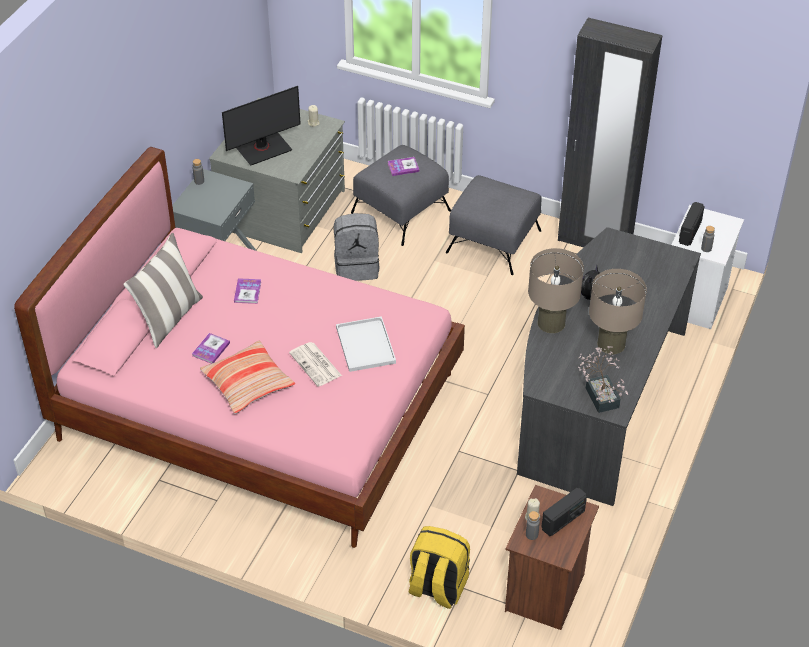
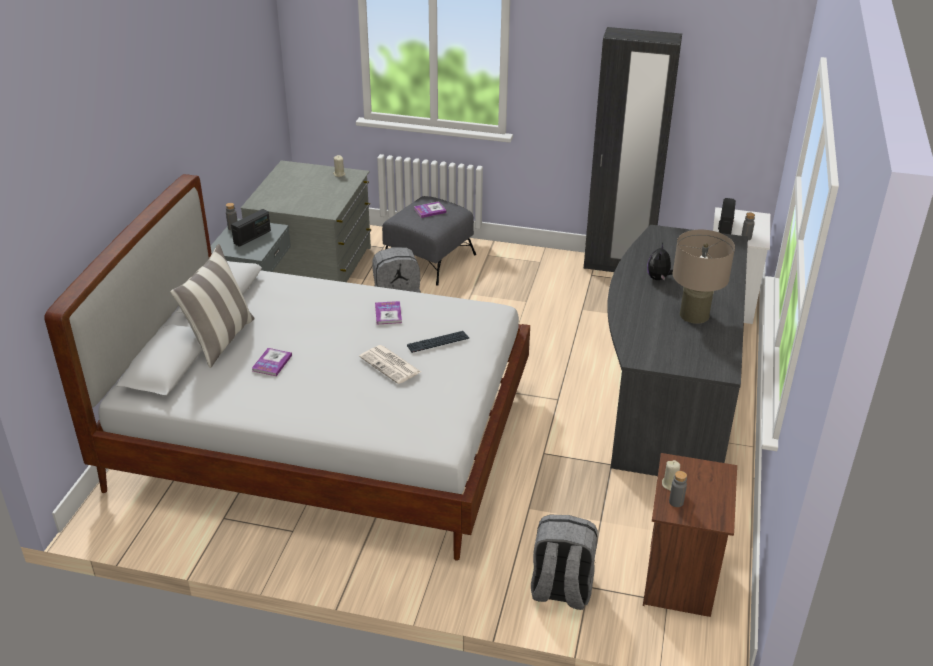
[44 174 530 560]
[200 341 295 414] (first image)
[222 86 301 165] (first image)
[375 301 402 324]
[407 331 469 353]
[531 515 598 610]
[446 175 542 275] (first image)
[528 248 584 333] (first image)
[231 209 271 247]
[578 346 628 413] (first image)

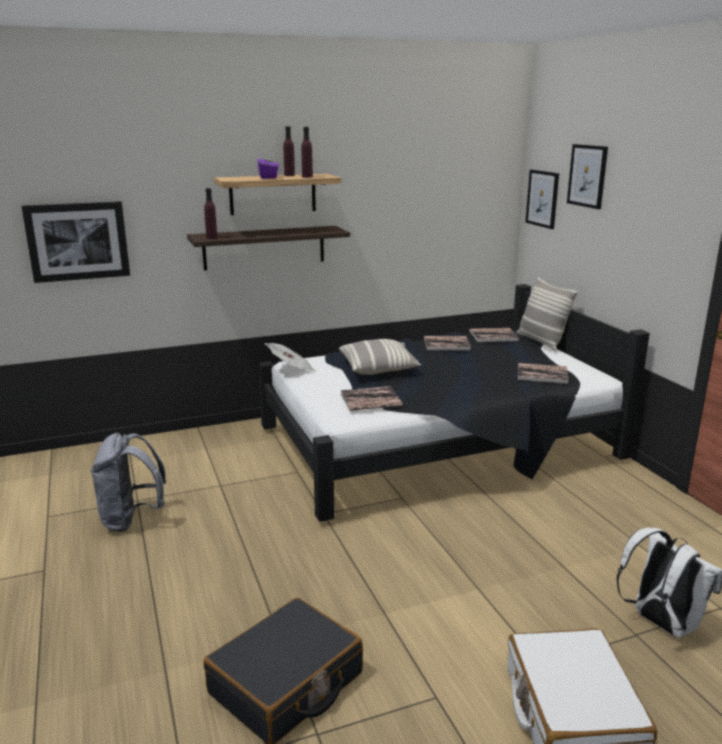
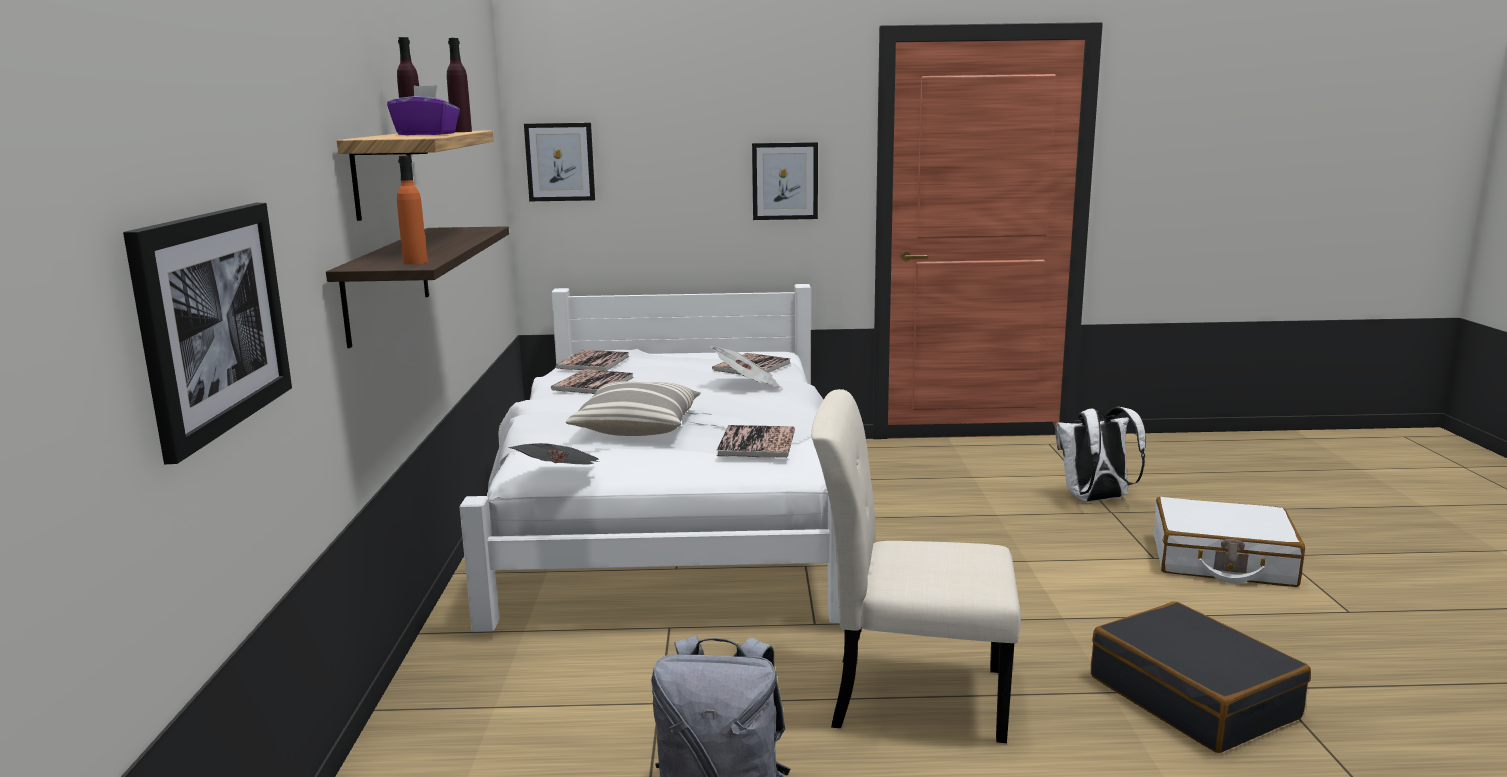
[397 156 428 264]
[459 284 840 632]
[516 277 578 351] (first image)
[752 142 818 220]
[710 346 782 388]
[811 389 1021 743]

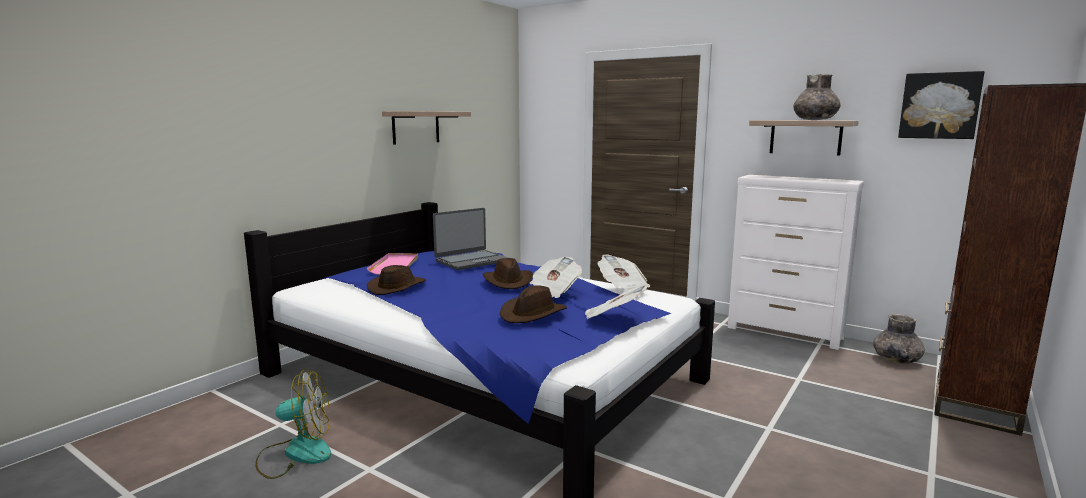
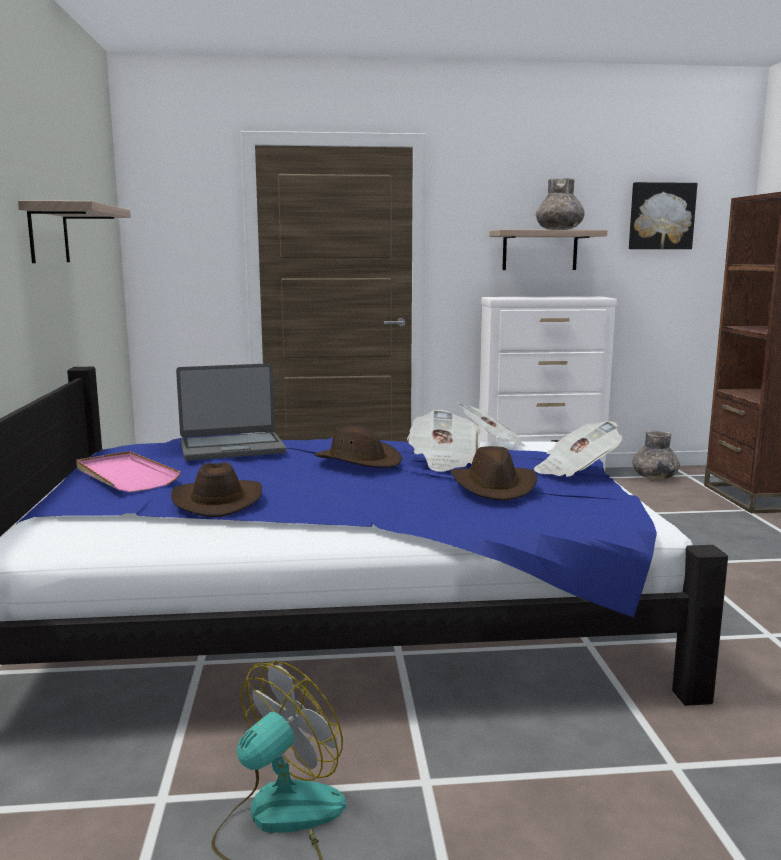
[176 363 286 461]

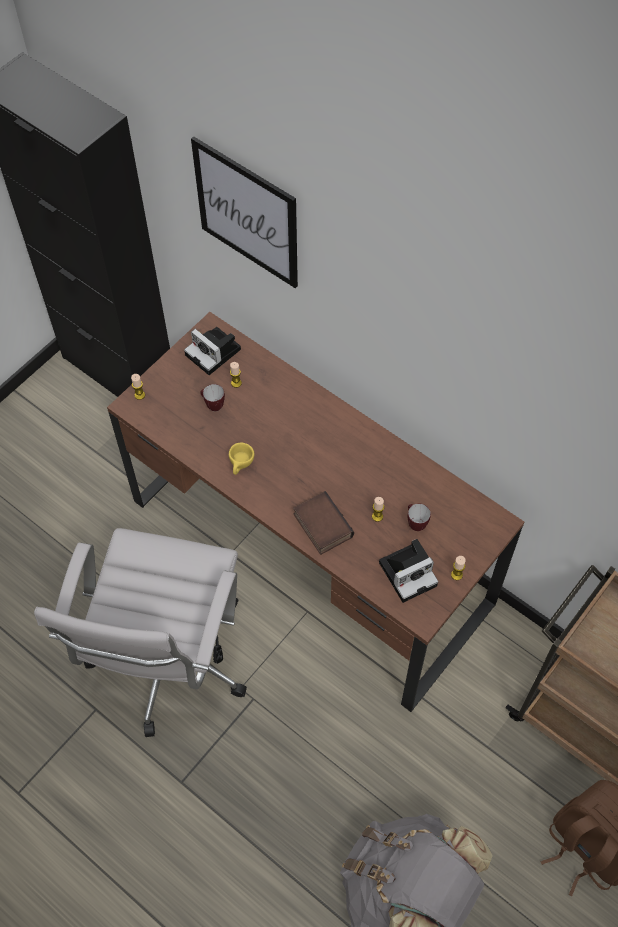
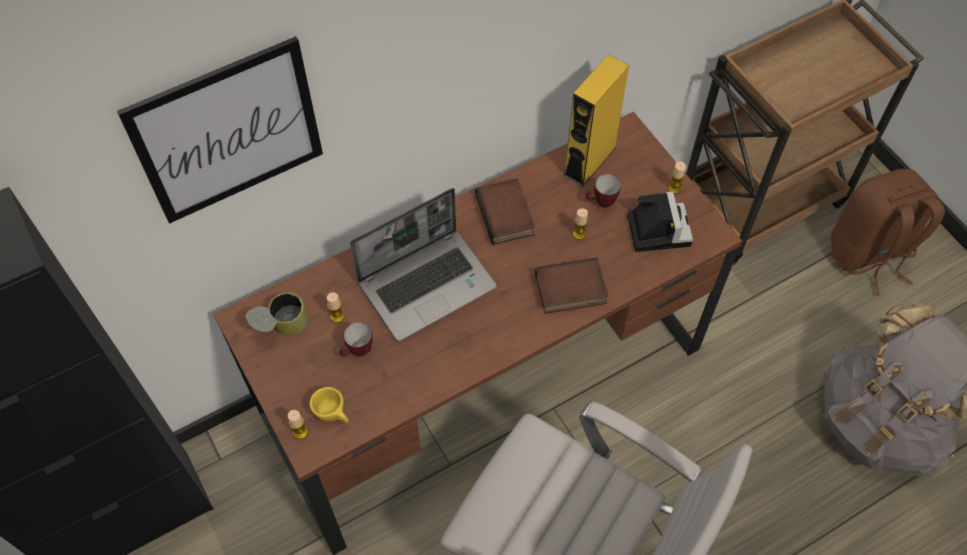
[246 292 308 336]
[309 387 349 423]
[350 188 496 341]
[475 178 535 245]
[563 55 629 187]

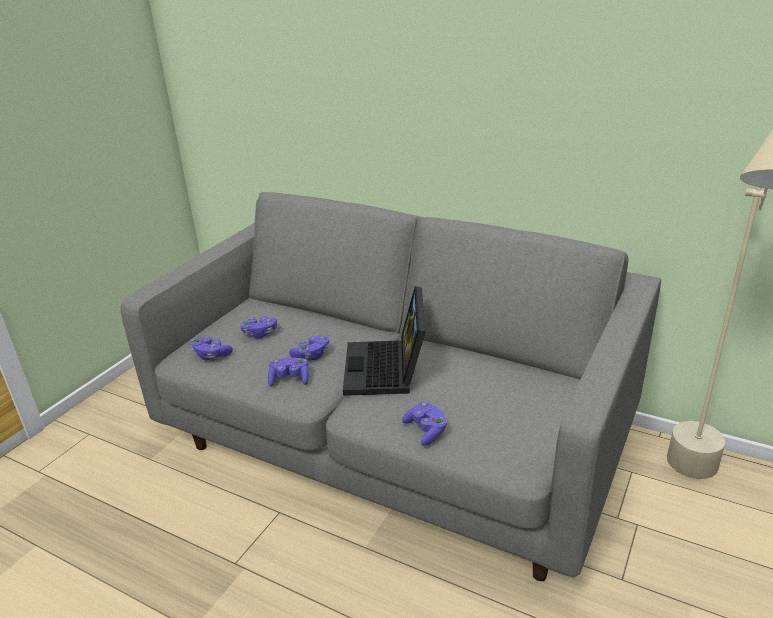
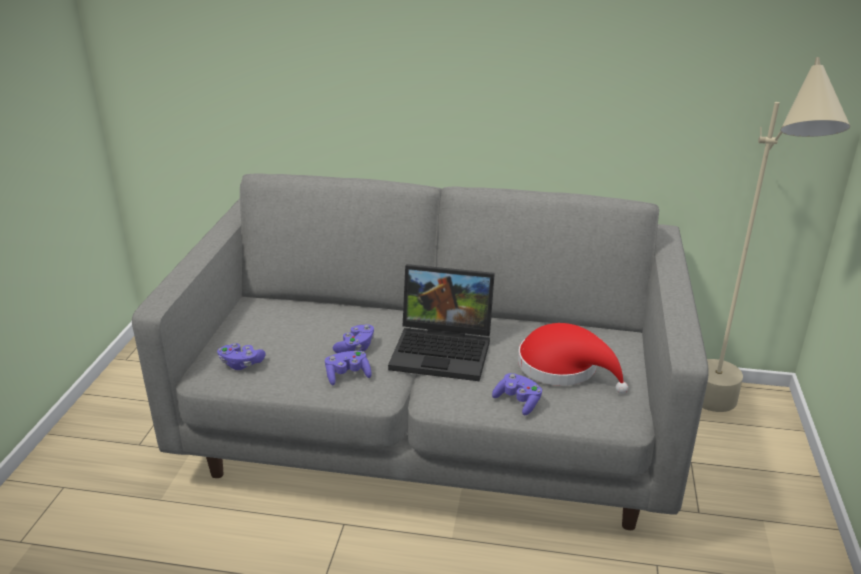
[240 316 277 339] (first image)
[388 264 495 381]
[518 323 628 394]

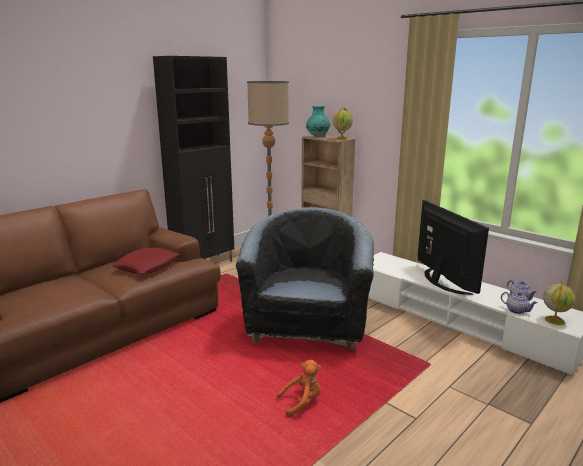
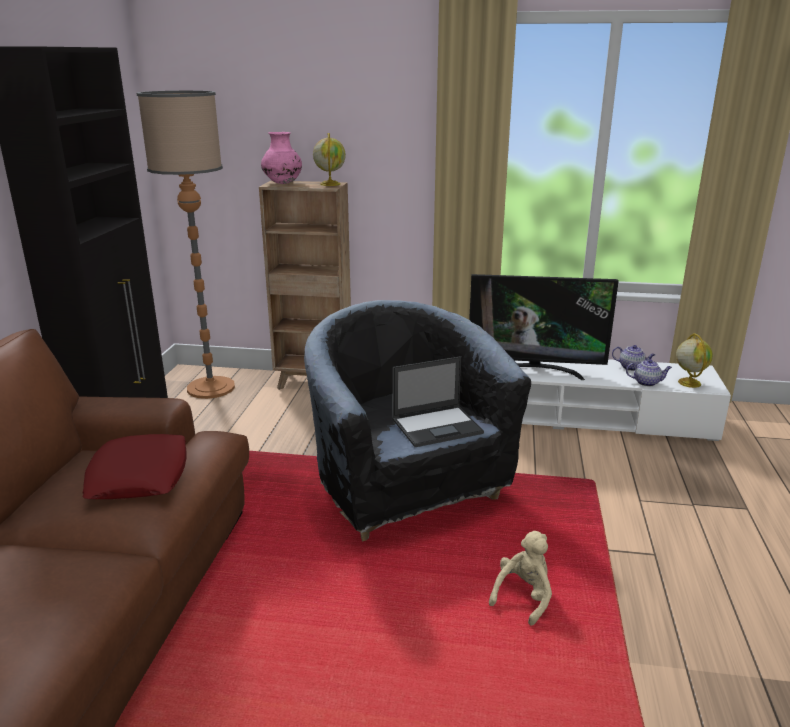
[489 531 552 626]
[261 132 302 184]
[469 274 619 380]
[392 356 484 447]

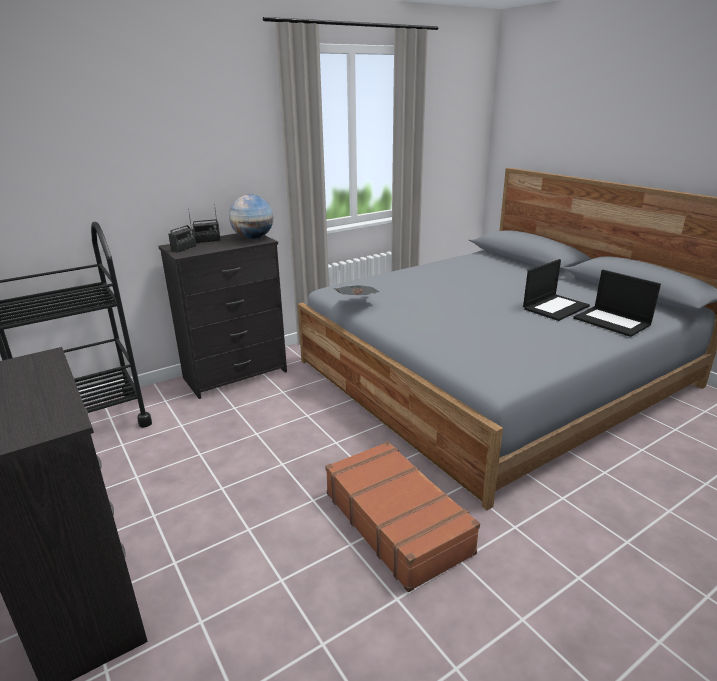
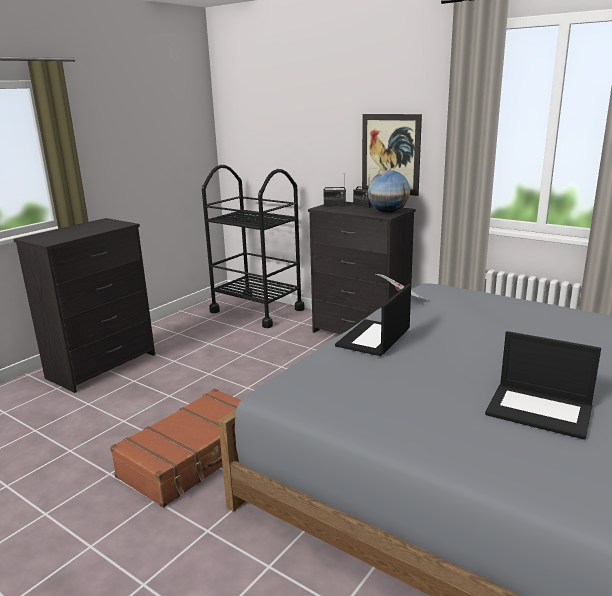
[335 284 411 356]
[362 114 422 196]

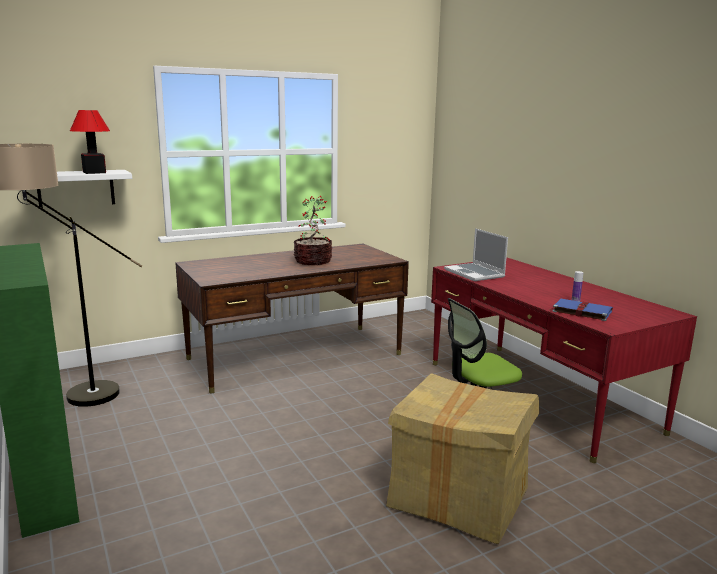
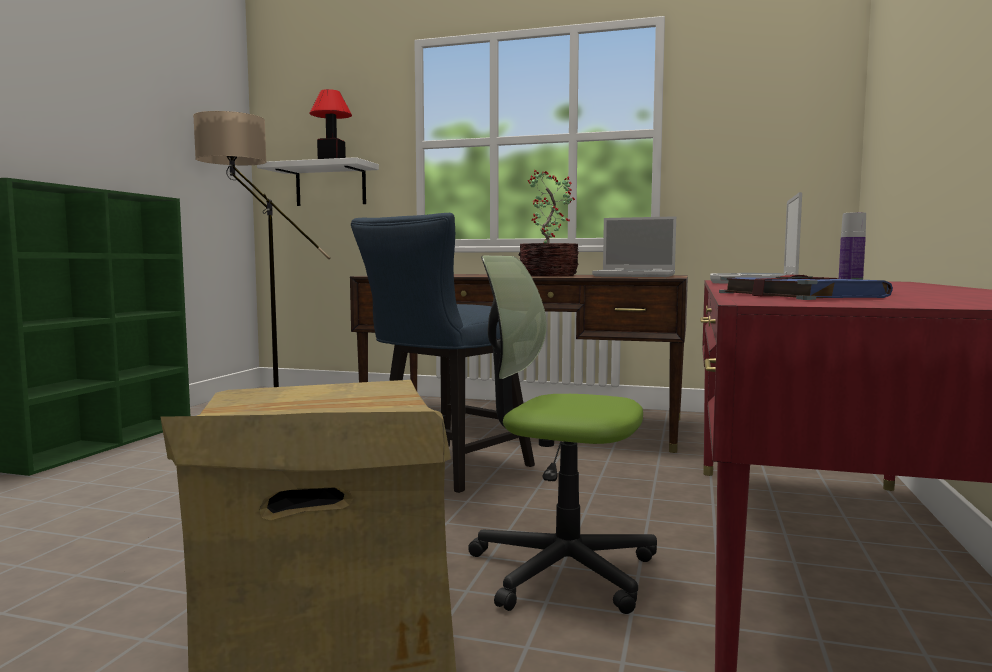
[351 213 535 493]
[592 216 676 277]

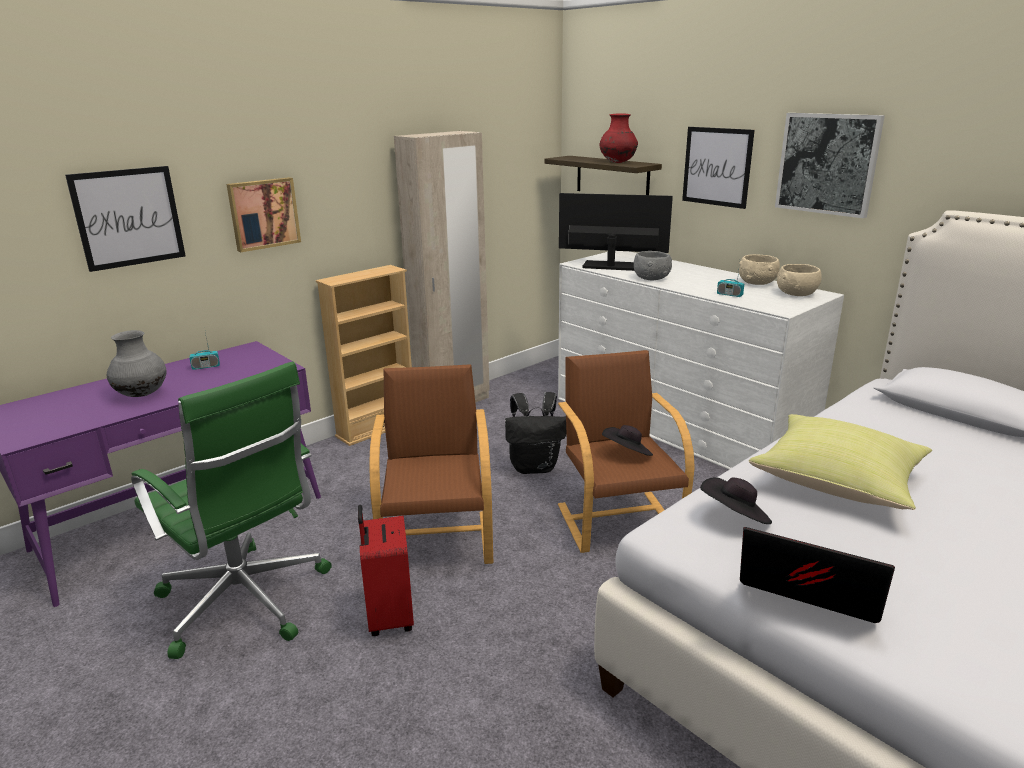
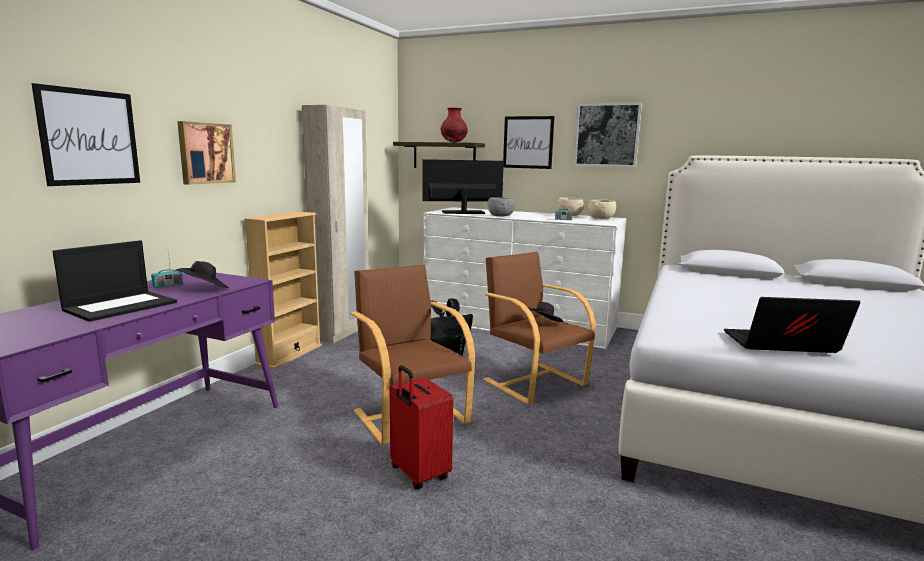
[52 240 177 322]
[131 361 332 659] (first image)
[176 261 229 288]
[749 414 932 510] (first image)

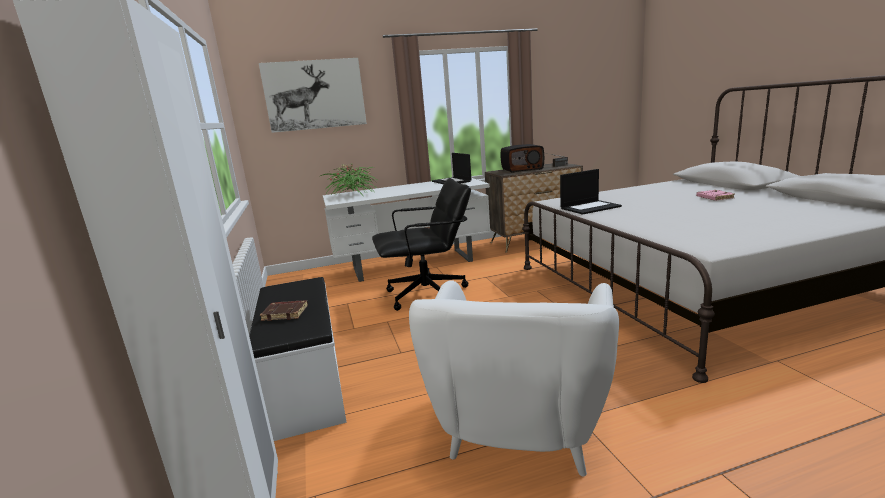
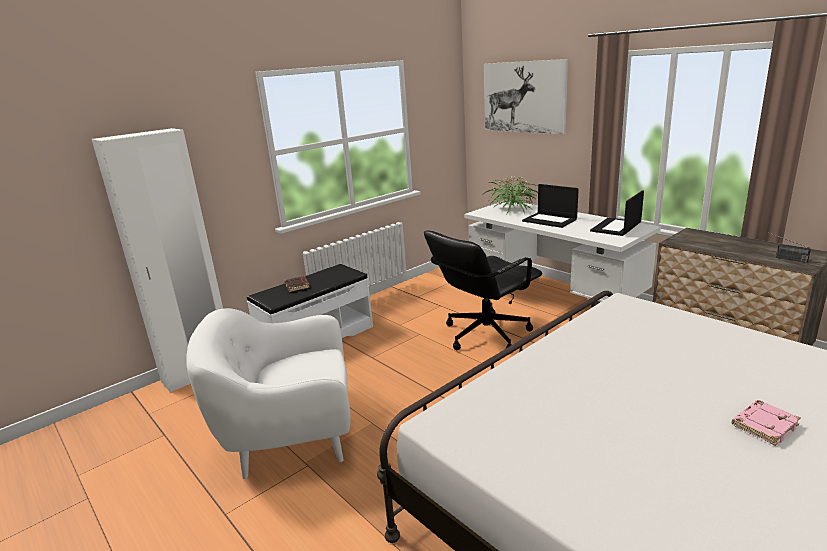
[424 231 542 354]
[501 144 544 173] (first image)
[522 184 579 228]

